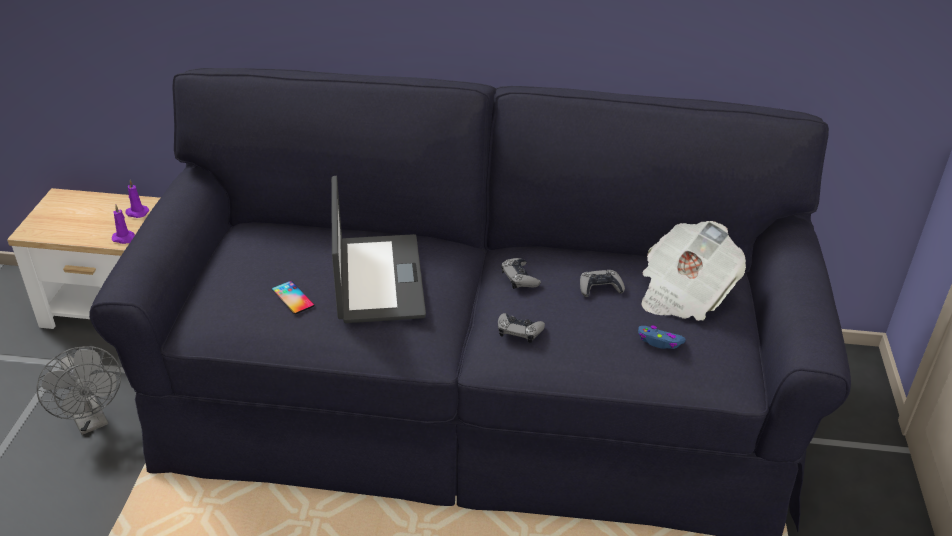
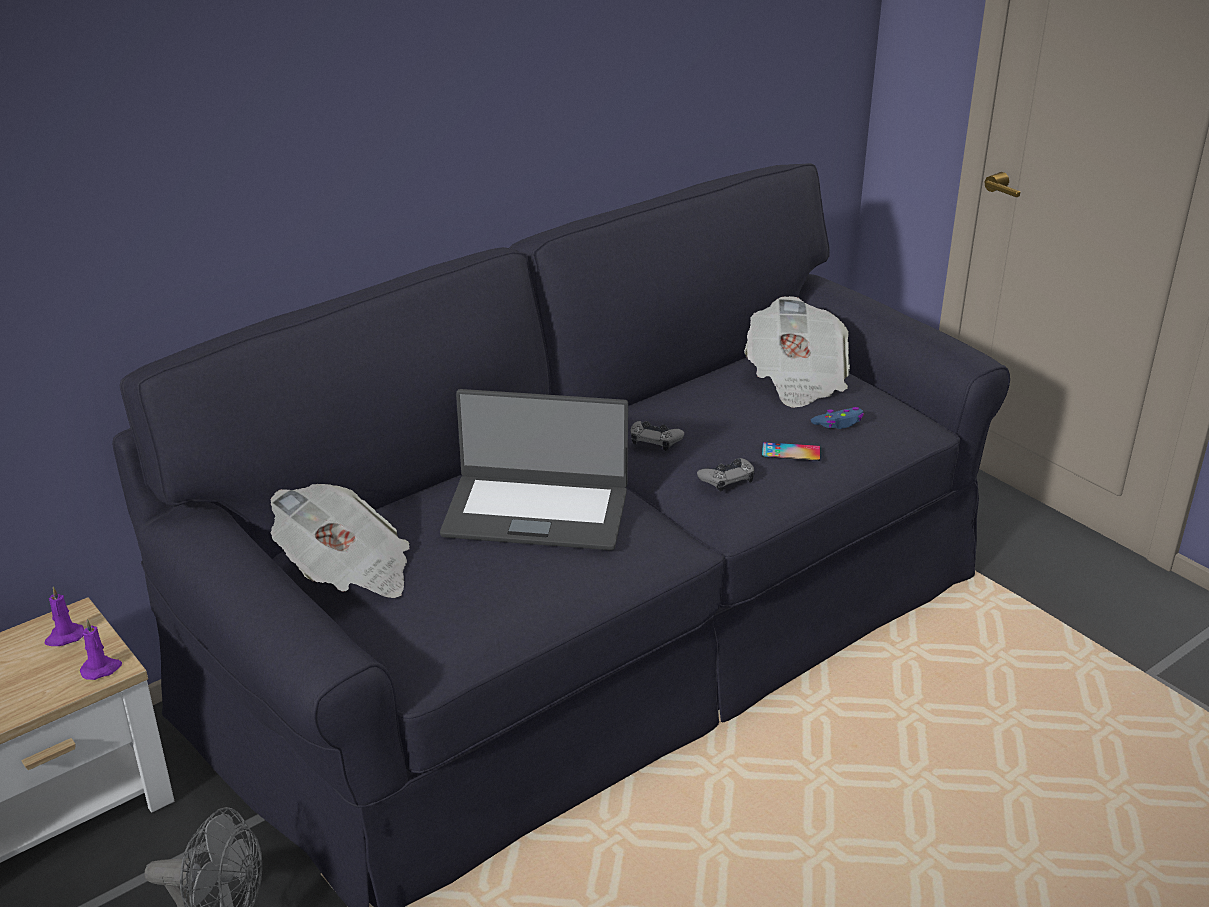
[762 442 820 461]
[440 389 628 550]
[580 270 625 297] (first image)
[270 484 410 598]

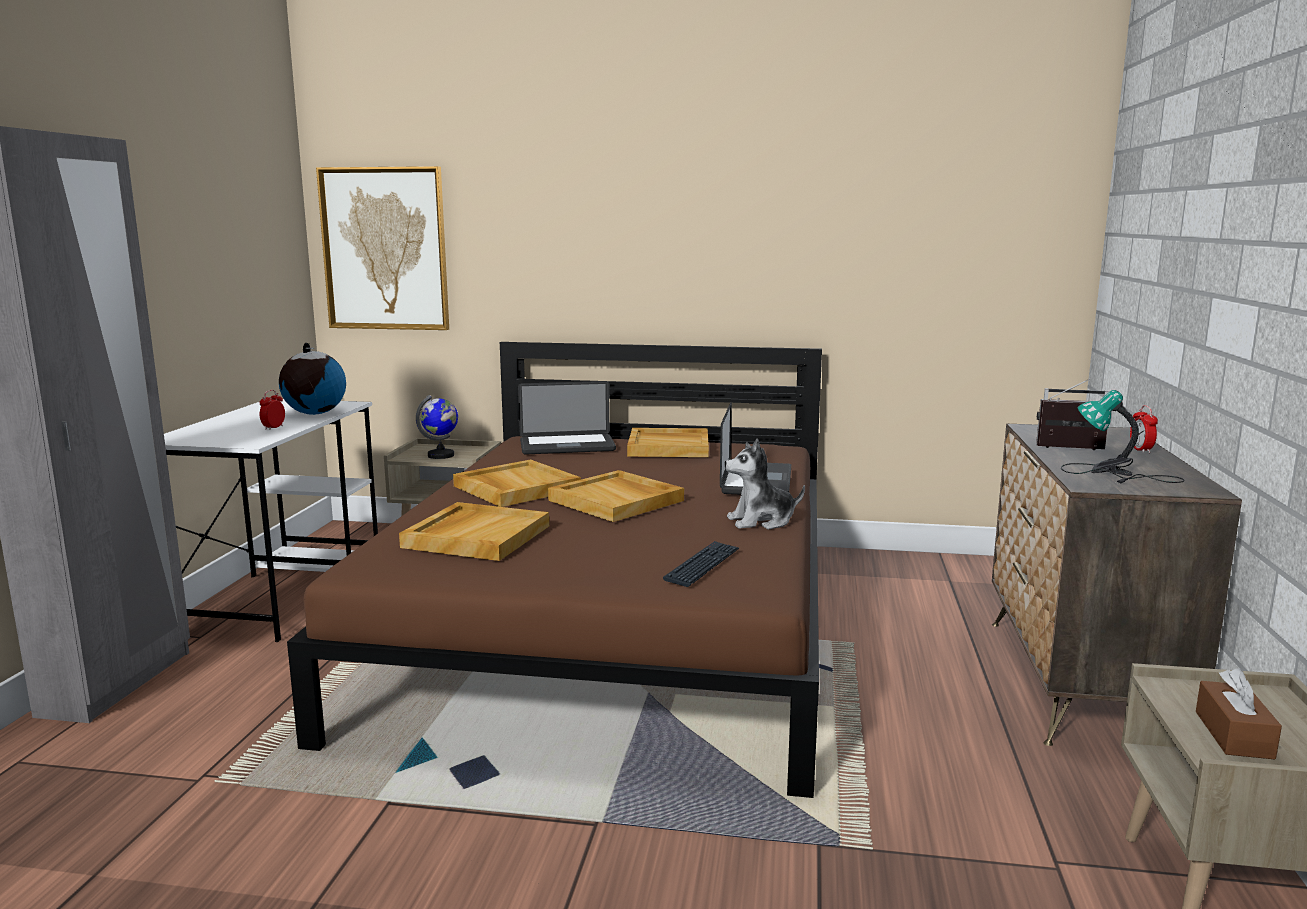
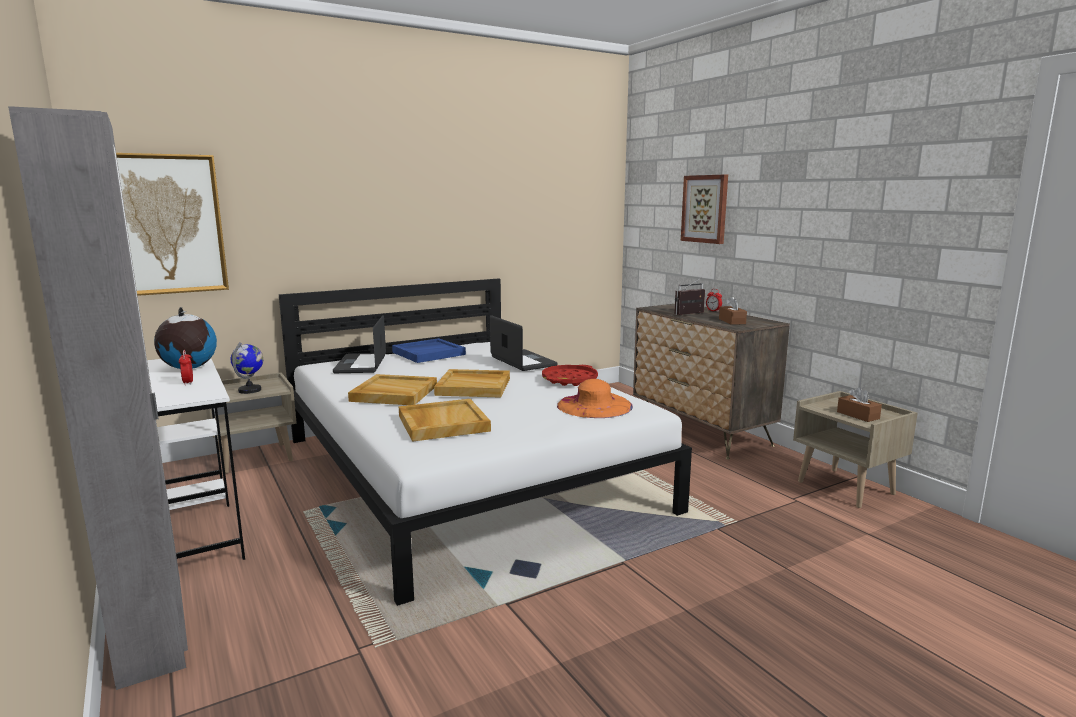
[279 279 692 606]
[333 315 386 373]
[392 338 466 363]
[557 379 633 418]
[542 365 598 386]
[719 296 747 325]
[681 175 728 244]

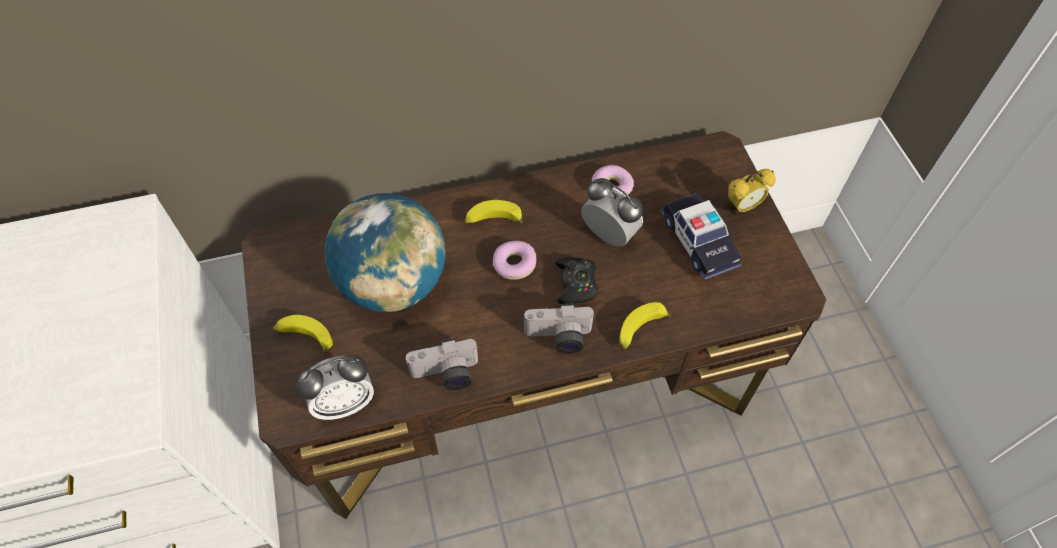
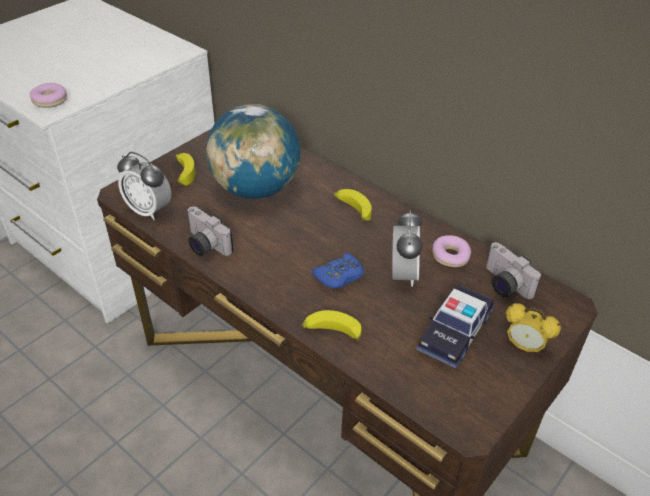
[29 83 67 108]
[486 242 541 299]
[312 253 364 289]

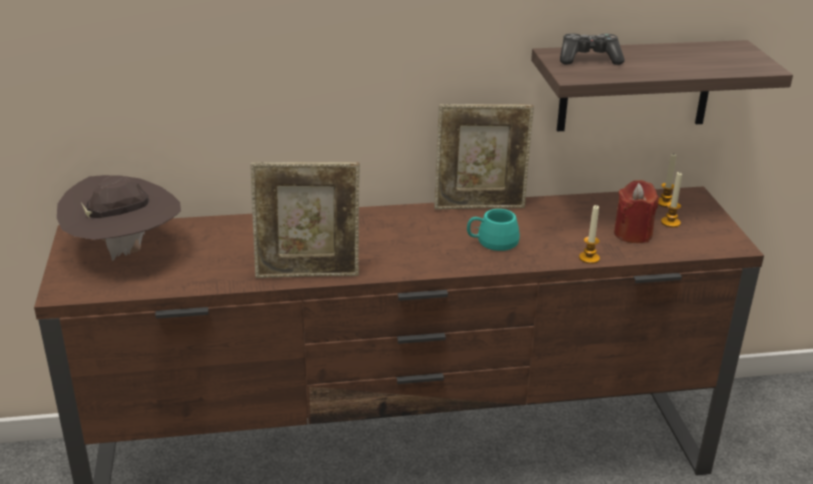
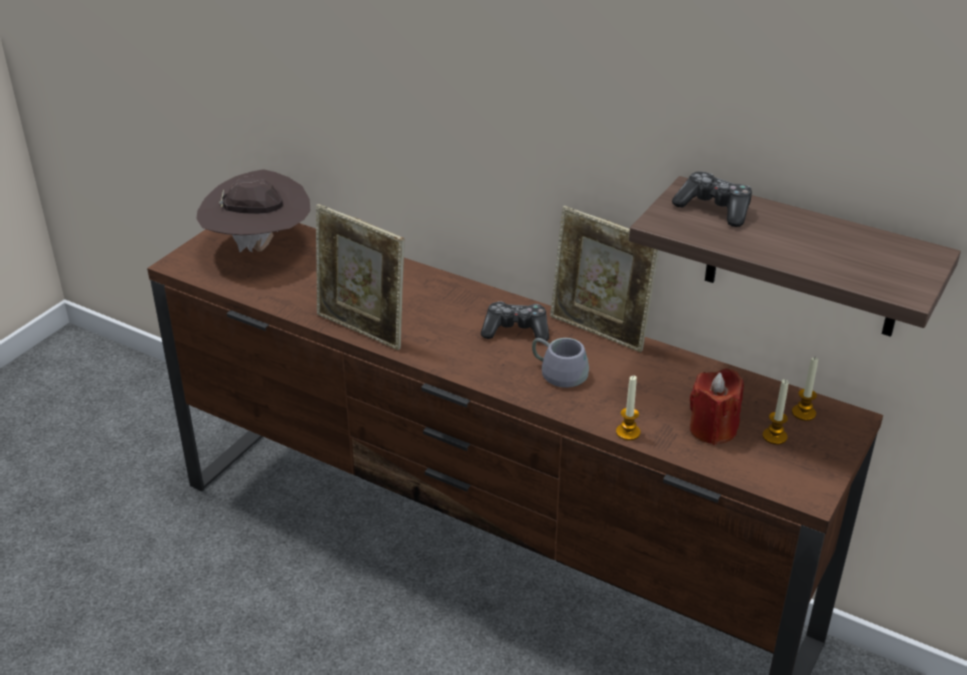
[532 338 589 388]
[481 301 549 343]

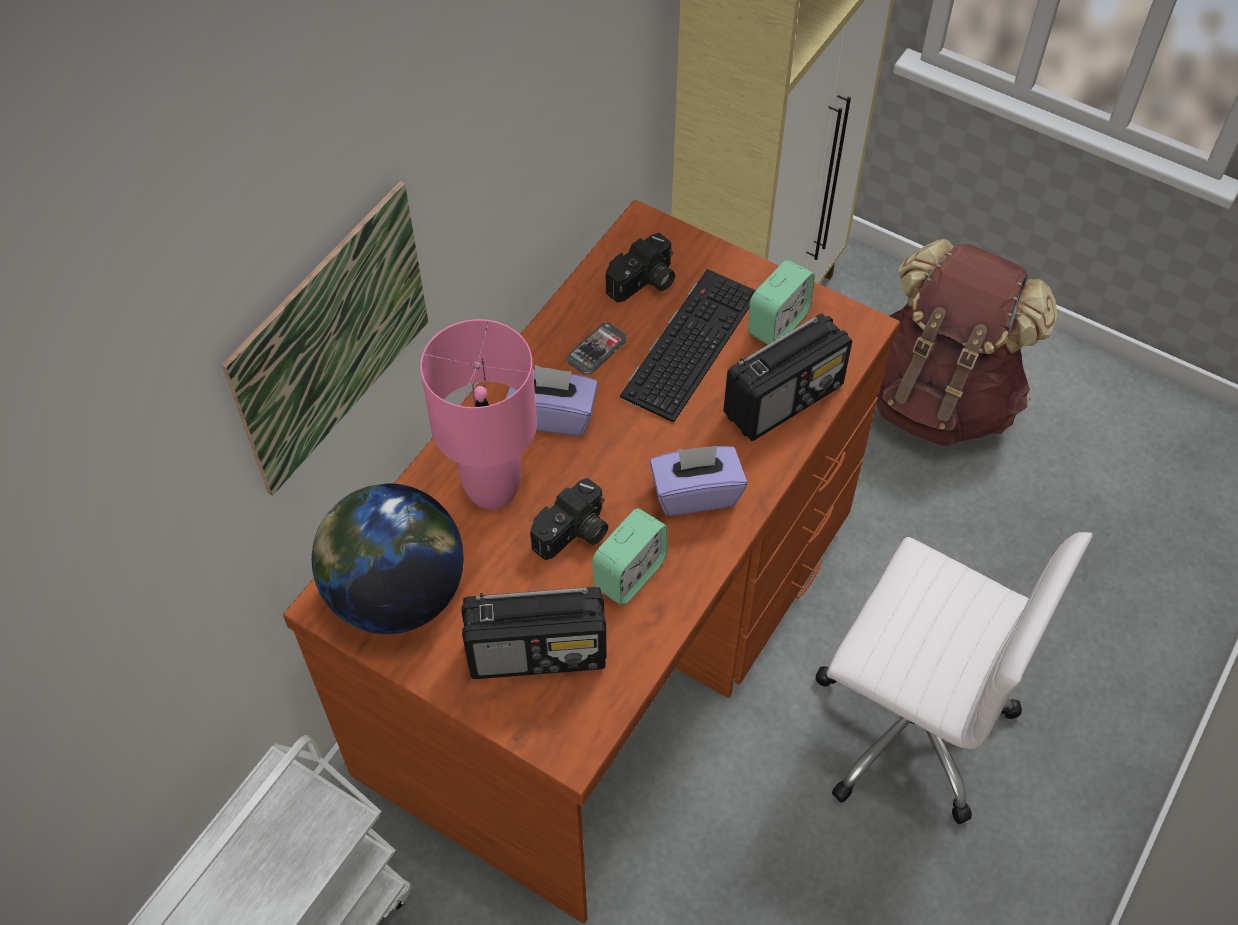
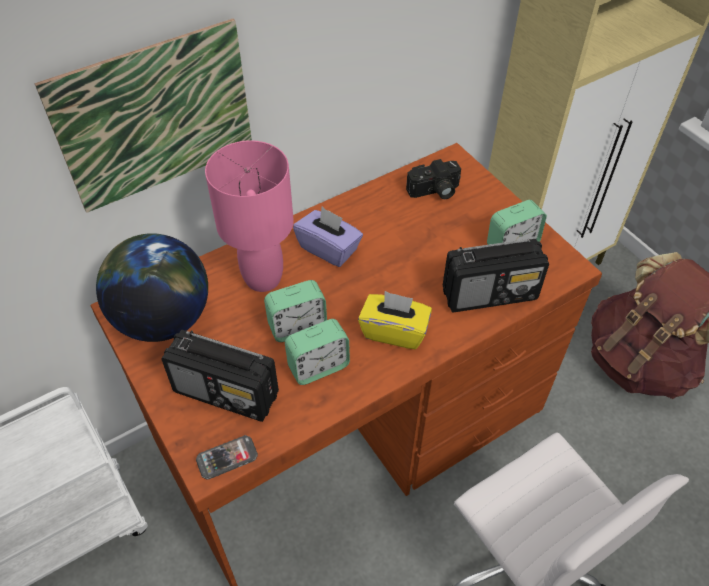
[264 280 327 342]
[196 435 258 480]
[620 269 756 423] (first image)
[358 291 432 349]

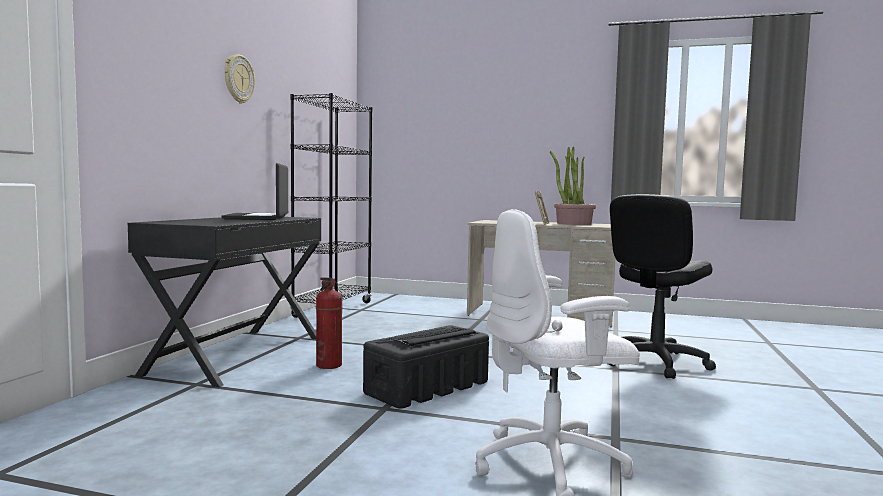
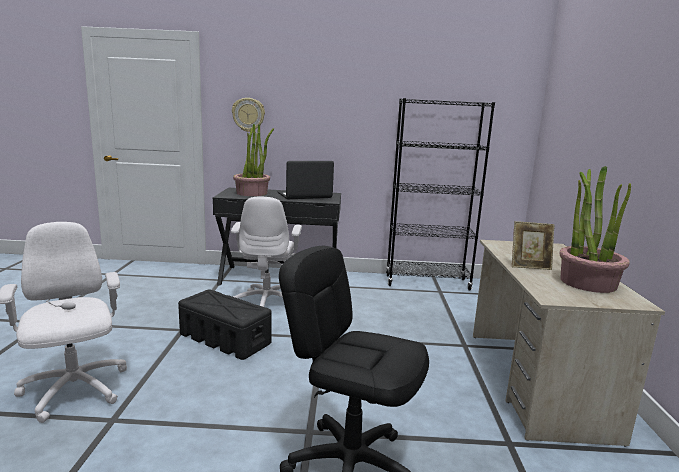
[232 98 265 132]
[231 196 302 307]
[389 327 476 346] (first image)
[233 124 274 196]

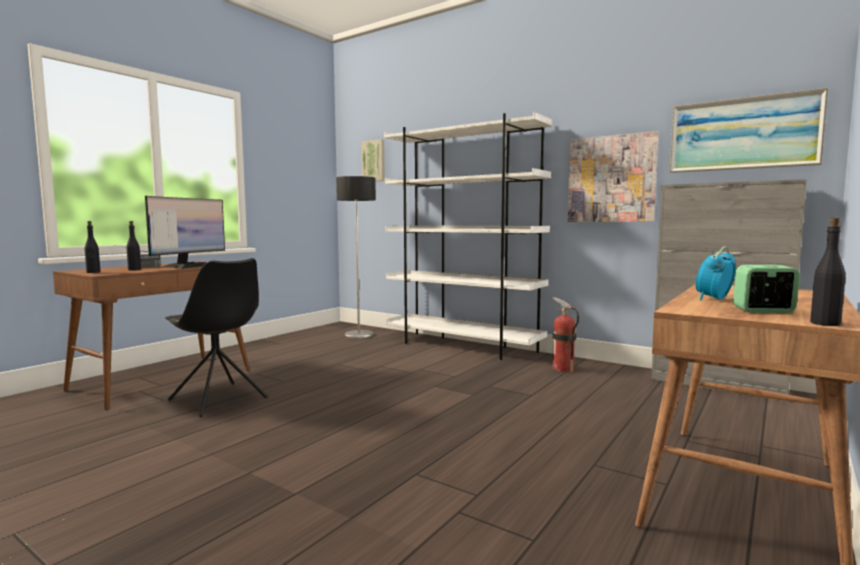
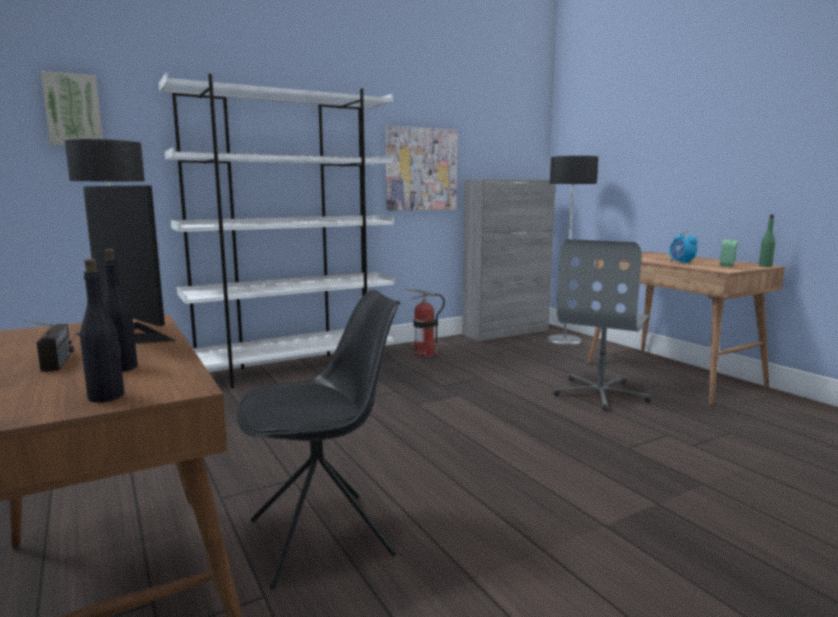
[670 88 828 173] (first image)
[759 215 775 267]
[547 156 598 346]
[553 239 651 411]

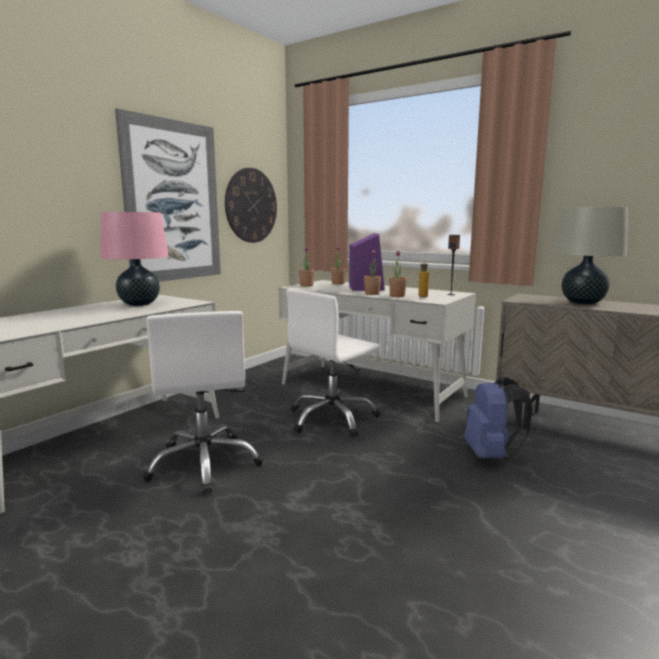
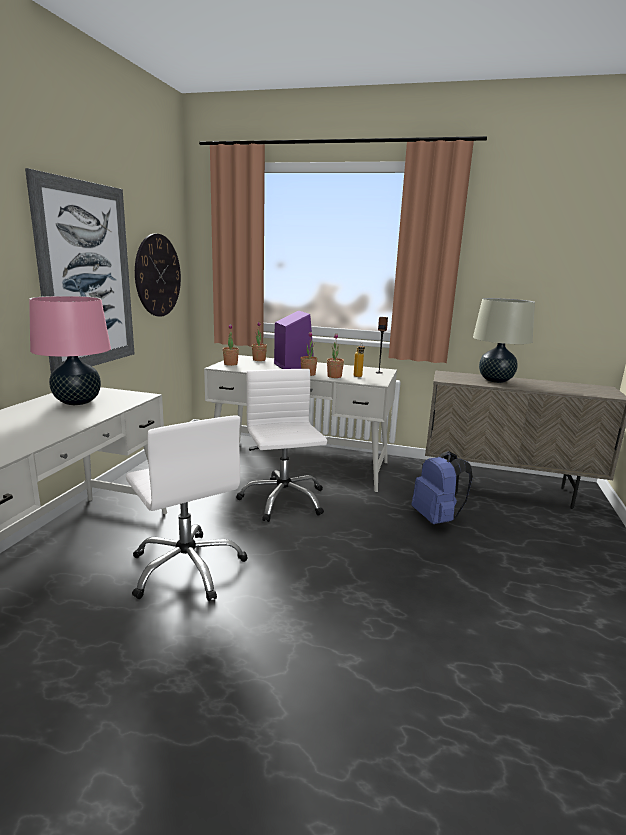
[236 369 327 522]

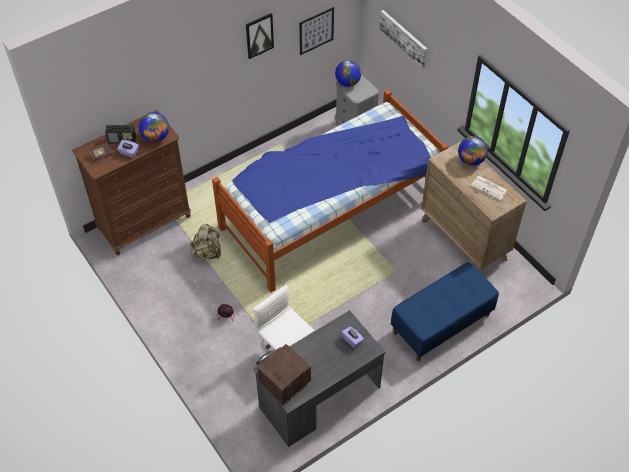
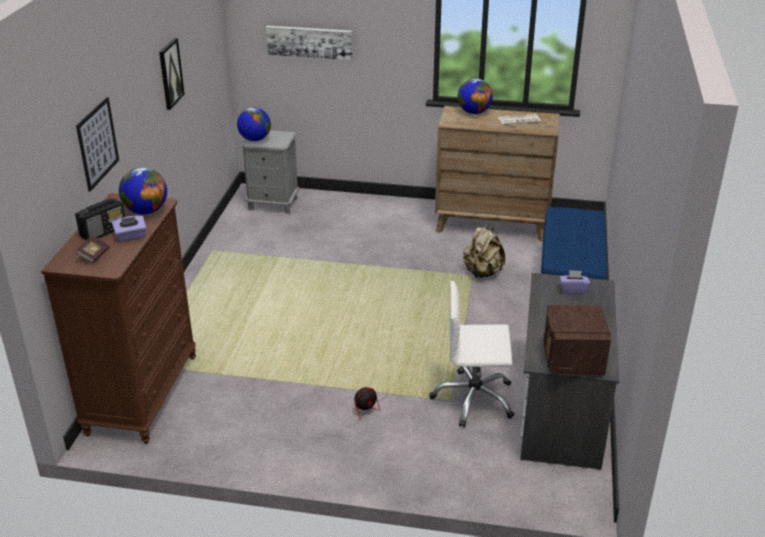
[463 225 505 278]
[212 89 449 293] (first image)
[76 97 119 192]

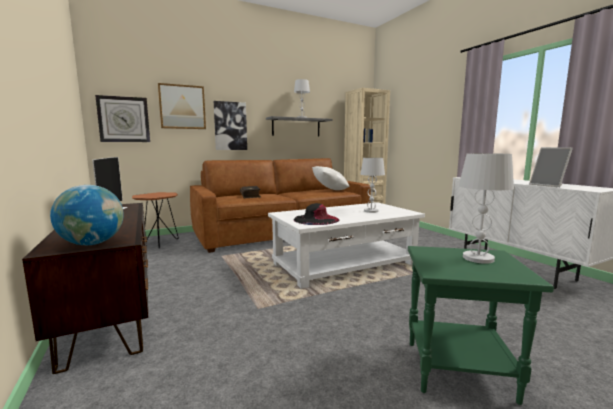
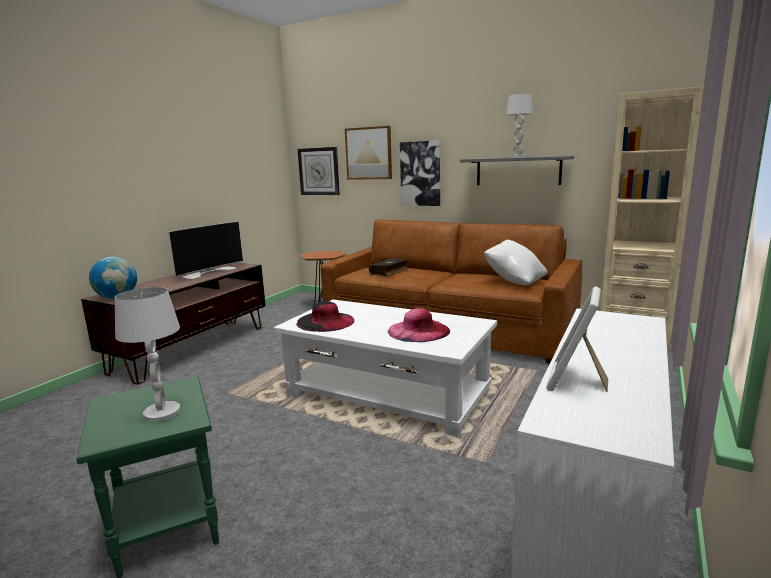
[388 308 450 342]

